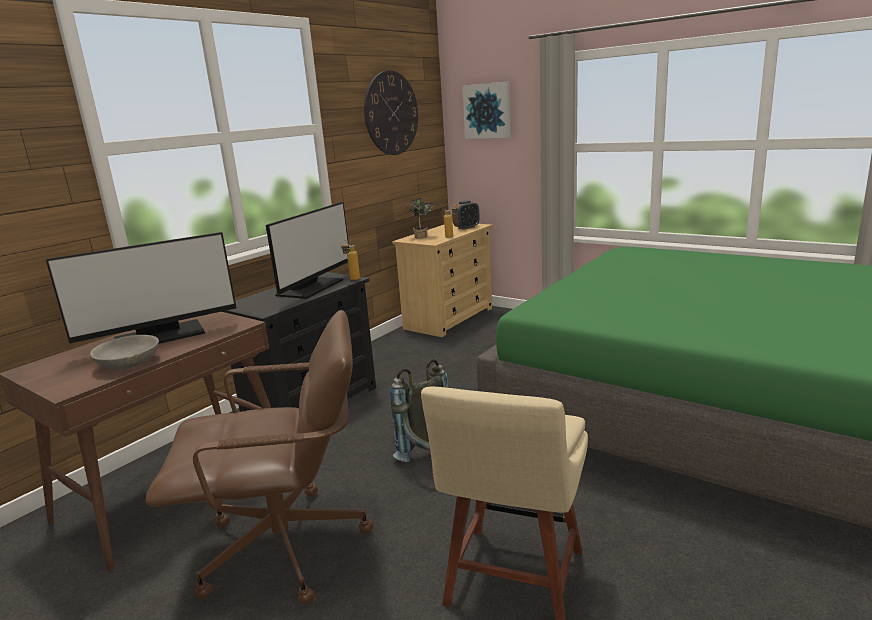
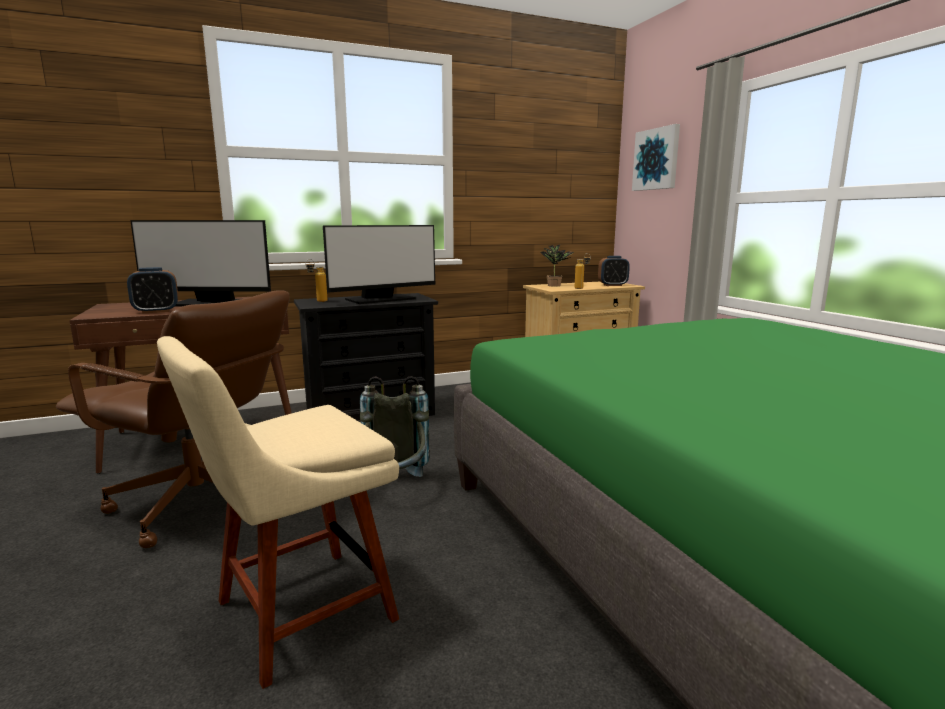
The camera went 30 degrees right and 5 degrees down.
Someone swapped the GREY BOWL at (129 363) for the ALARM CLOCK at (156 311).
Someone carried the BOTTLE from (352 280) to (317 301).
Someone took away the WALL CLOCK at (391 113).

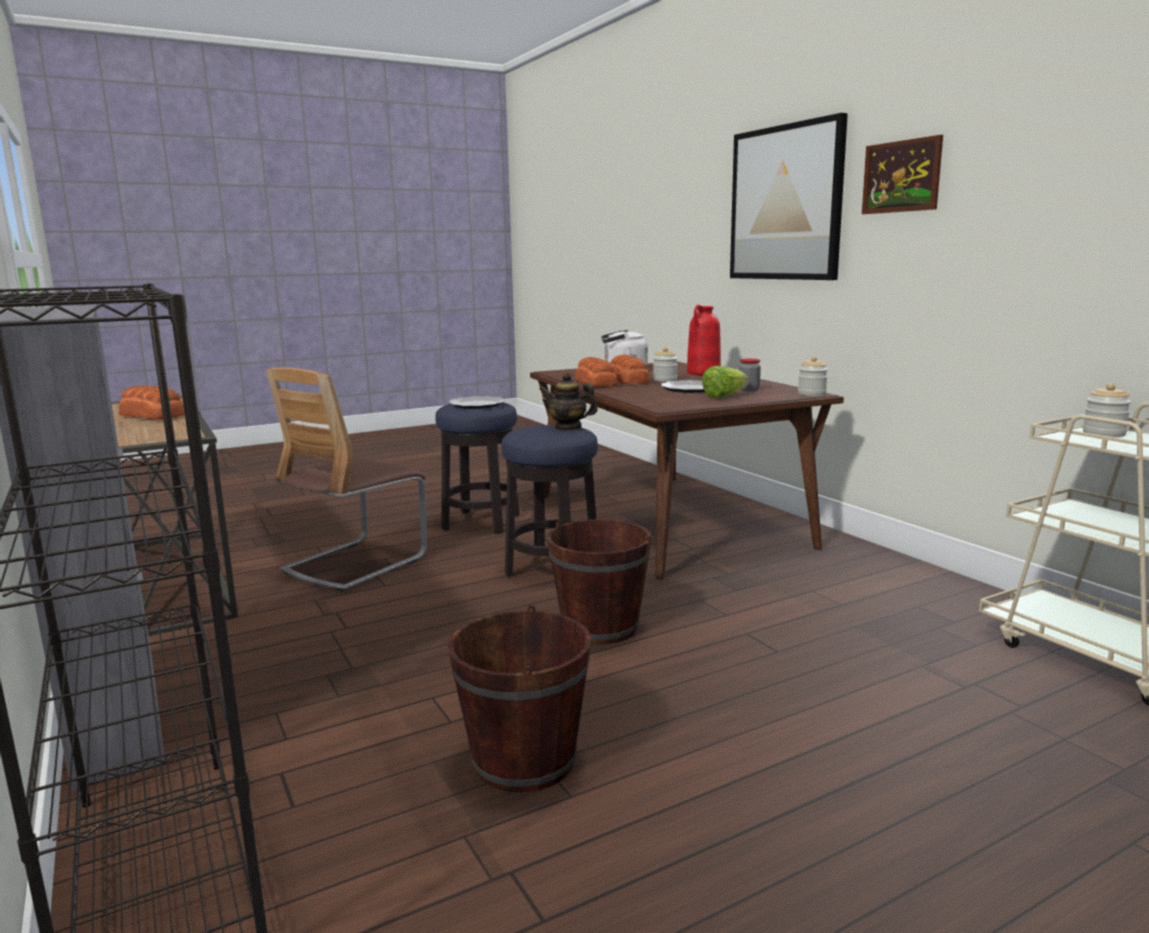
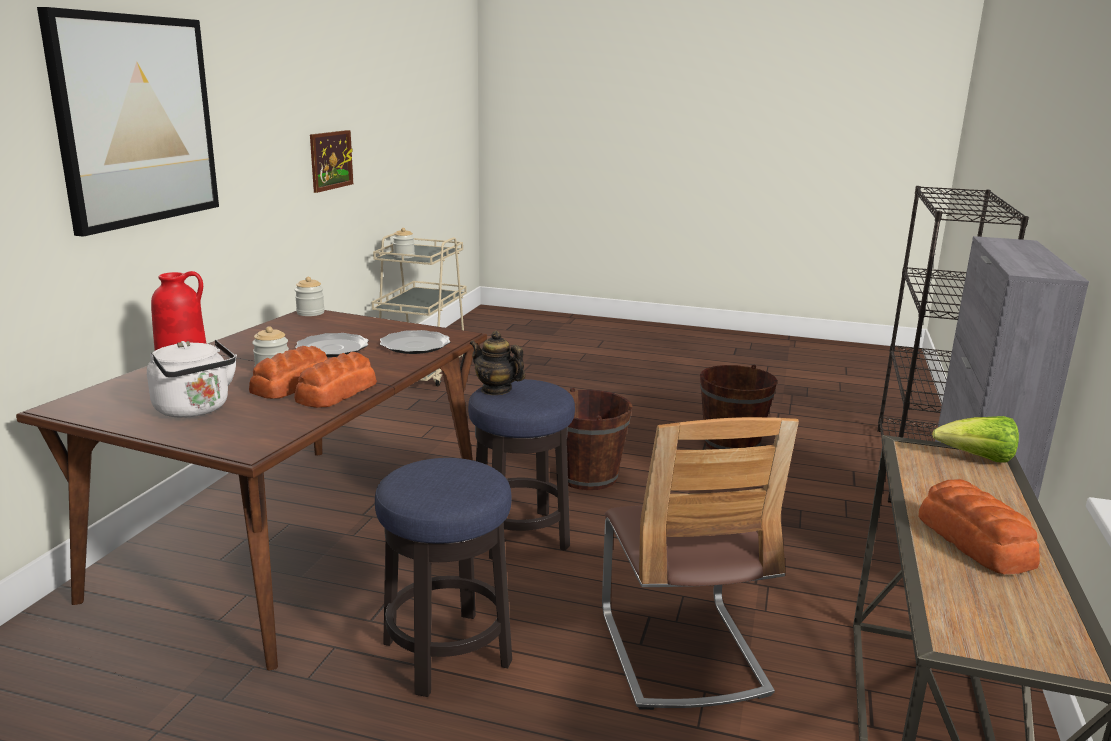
The camera went 135 degrees left and 5 degrees up.
Someone carried the PICTURE from (901 176) to (331 160).
Someone carried the PLATE from (477 405) to (414 345).
Someone rotated the TEAPOT at (568 427) by 150 degrees clockwise.
Someone rotated the CHAIR at (355 564) by 90 degrees clockwise.
Someone carried the LETTUCE from (724 396) to (977 458).
Someone took away the JAR at (748 390).

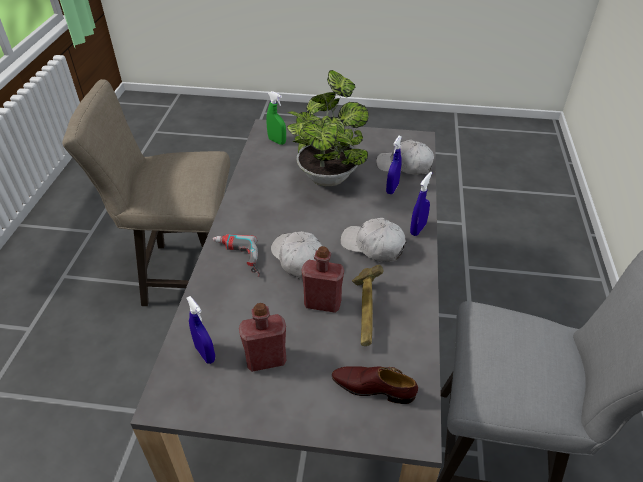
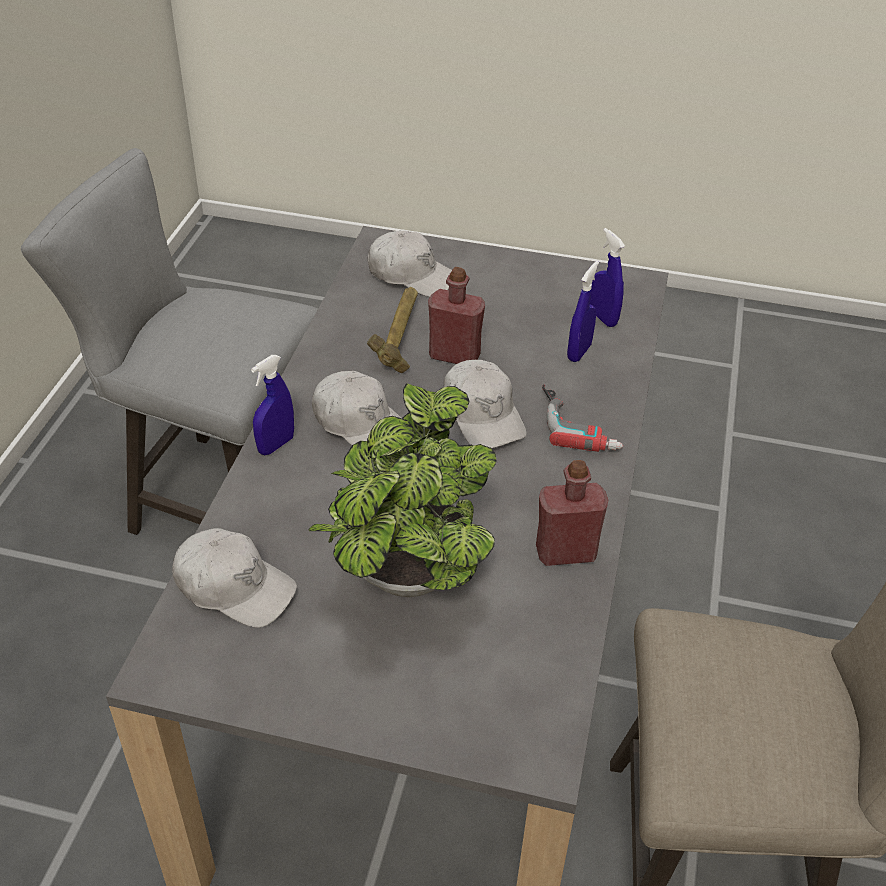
The camera went 175 degrees left and 0 degrees up.
Someone swapped the BROWN SHOE at (373 388) for the WHITE CAP at (411 275).
Someone carried the RED BOTTLE from (266 360) to (565 552).
Someone carried the BLUE SPRAY BOTTLE from (392 188) to (579 352).
Someone took away the GREEN SPRAY BOTTLE at (277 141).

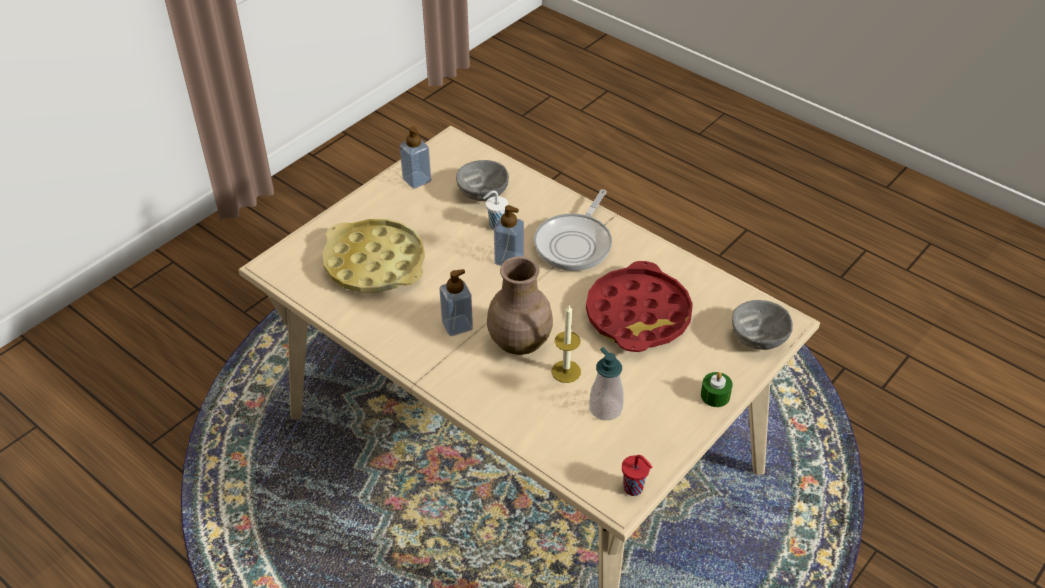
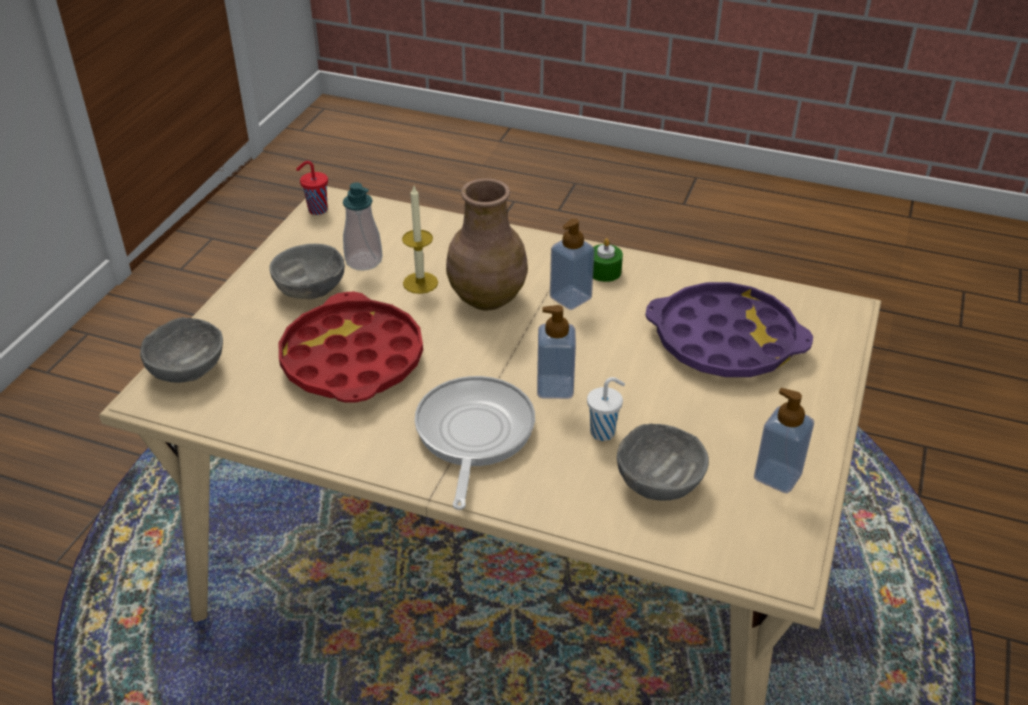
The camera went 160 degrees right and 5 degrees down.
Someone put down the GREY BOWL at (310 289).
Someone carried the GREEN CANDLE from (715 395) to (604 271).
Someone repainted the YELLOW TRAY at (374 263), which became the PURPLE TRAY at (725 340).

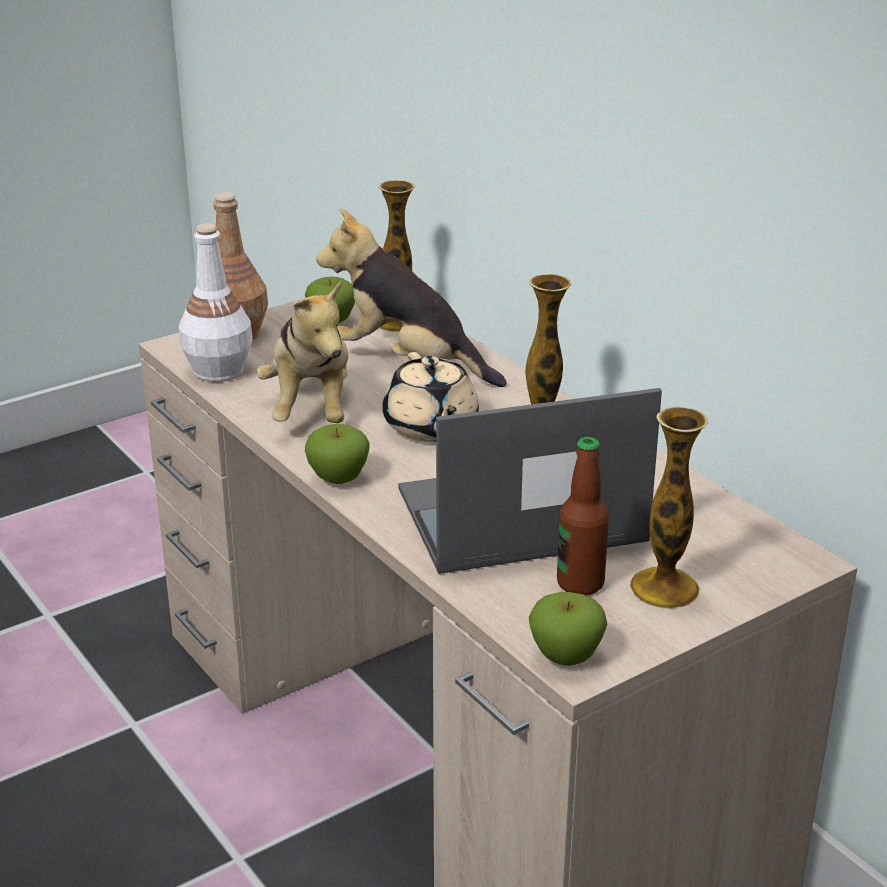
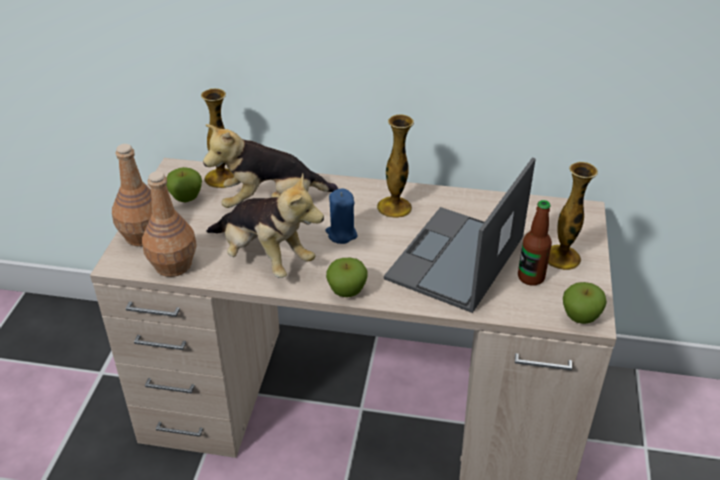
The camera went 45 degrees left and 10 degrees up.
Someone repainted the WHITE BOTTLE at (217 371), which became the BROWN BOTTLE at (173 265).
Someone swapped the BEIGE TEAPOT at (430 427) for the BLUE CANDLE at (341 234).

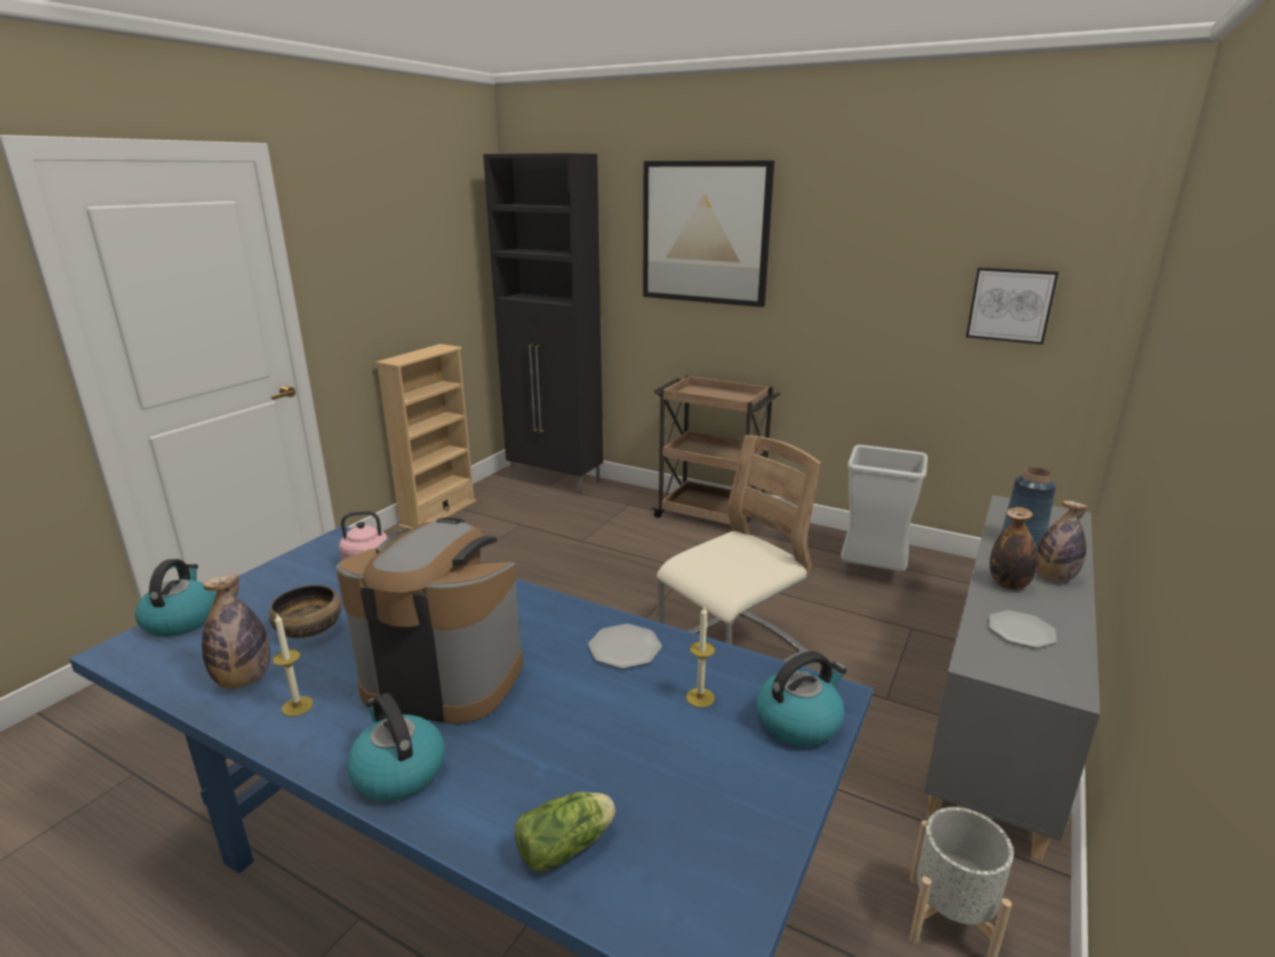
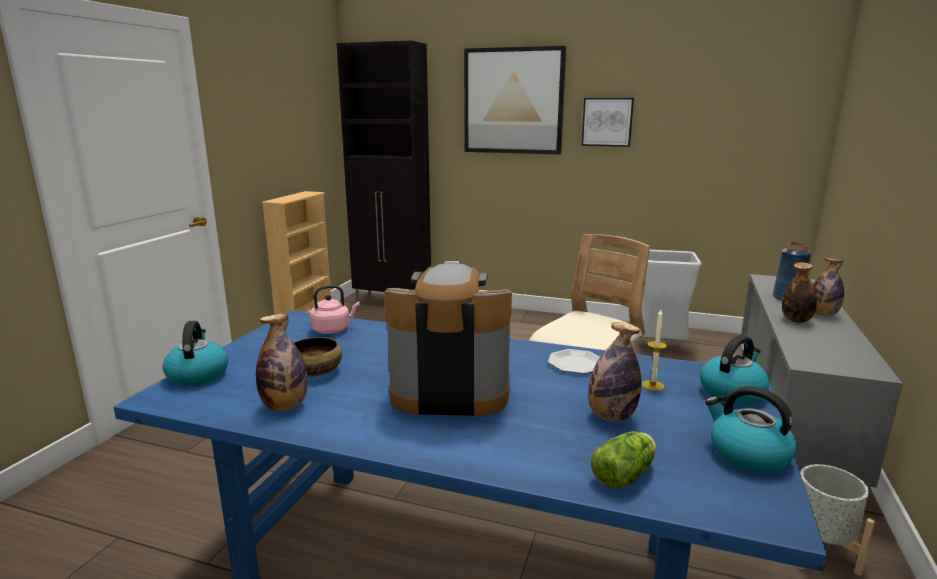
The camera went 10 degrees left and 5 degrees down.
Someone carried the PICTURE from (1010 305) to (607 122).
Someone put down the BOTTLE at (611 416).
Someone carried the KETTLE from (398 771) to (747 454).
Someone took away the CANDLE at (297 706).
Someone took away the BROWN CART at (711 516).
Someone took away the PLATE at (1021 631).

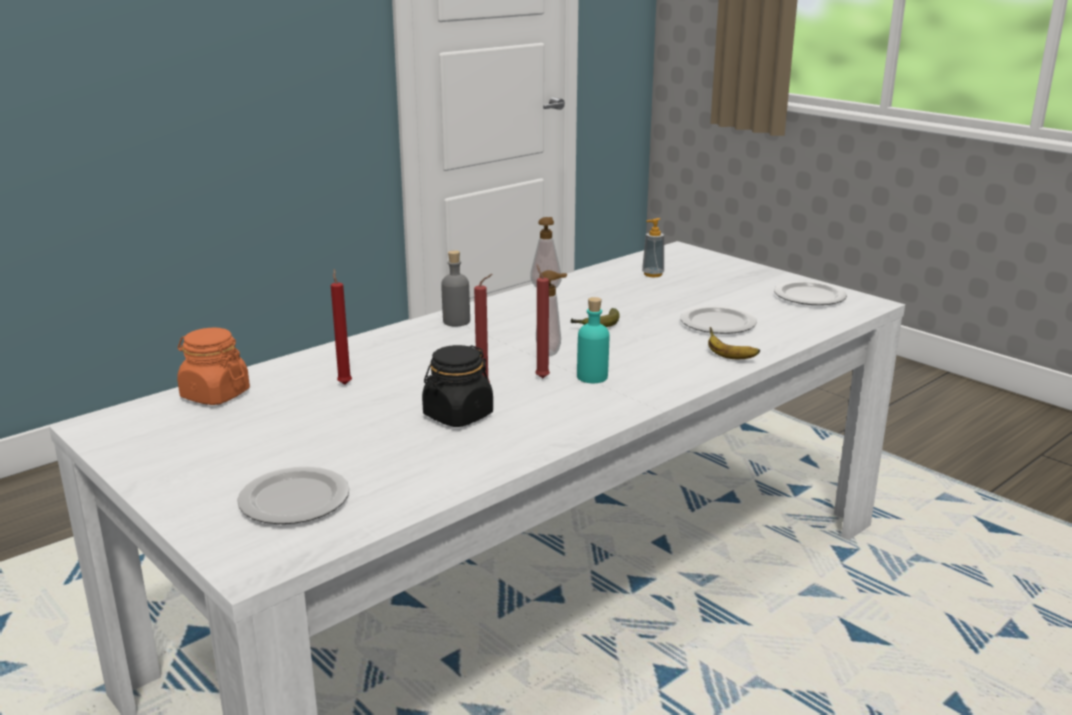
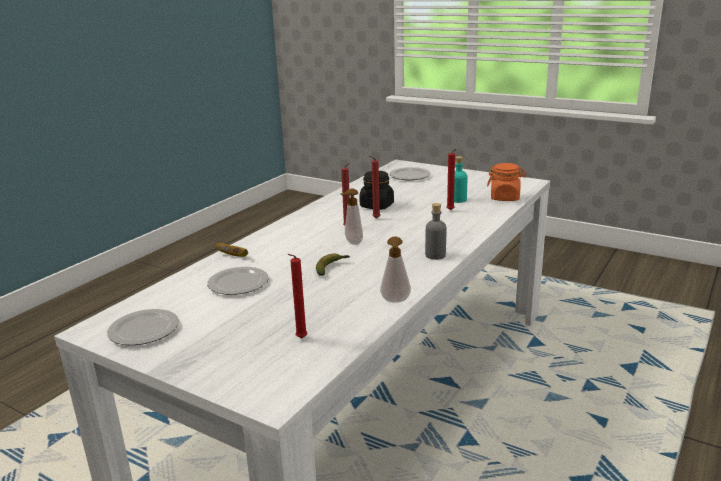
The camera went 165 degrees right and 0 degrees up.
Someone swapped the SOAP DISPENSER at (652 274) for the RED CANDLE at (300 339).
Someone carried the TURQUOISE BOTTLE from (592 377) to (458 200).

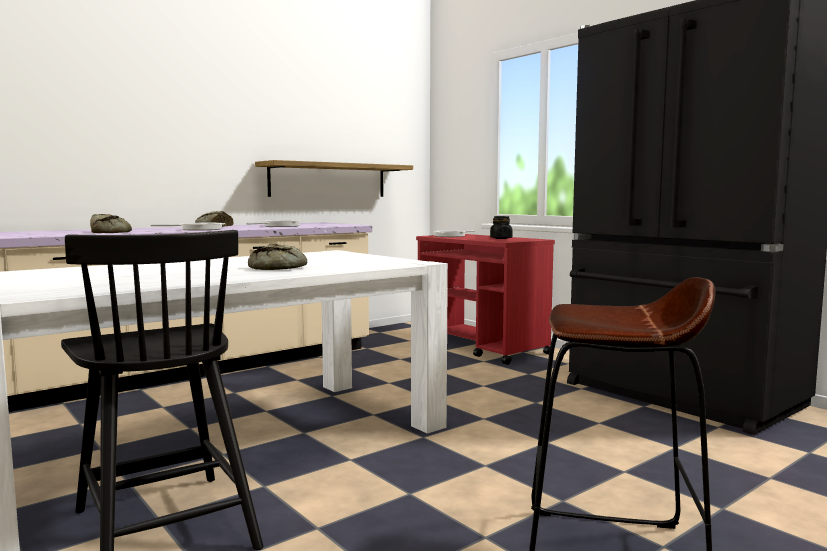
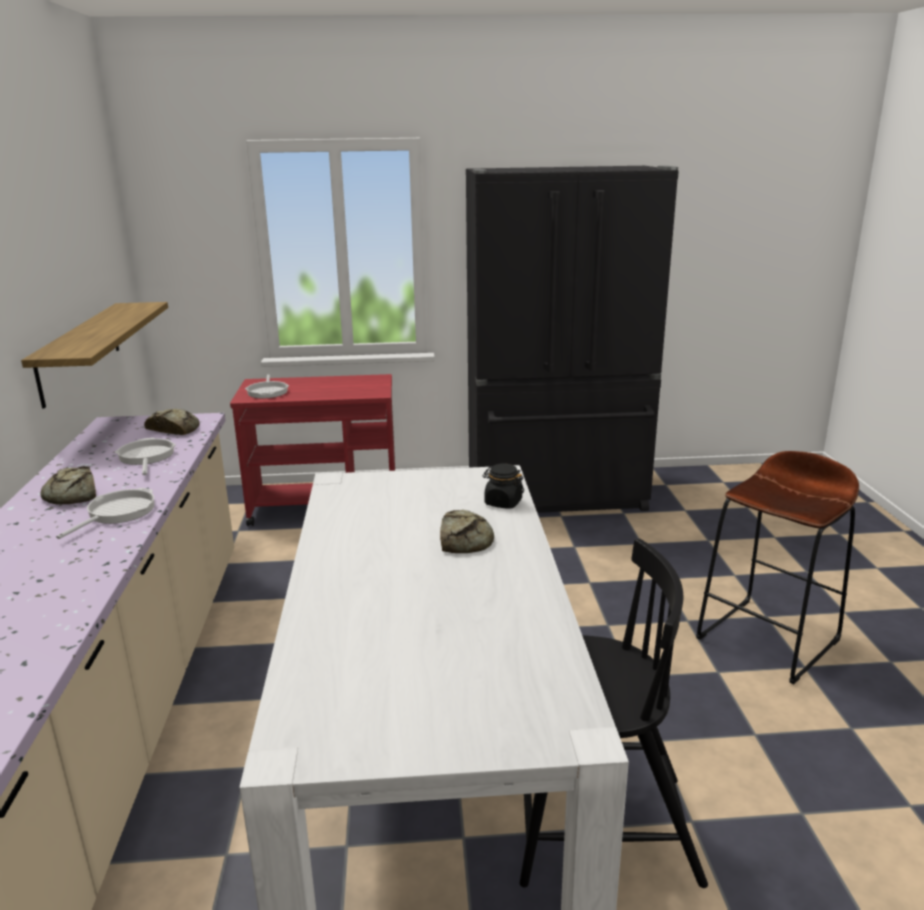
The camera went 55 degrees left and 15 degrees up.
Someone carried the BREAD from (110 232) to (174 429).
Someone carried the BLACK JAR from (501 238) to (503 502).

